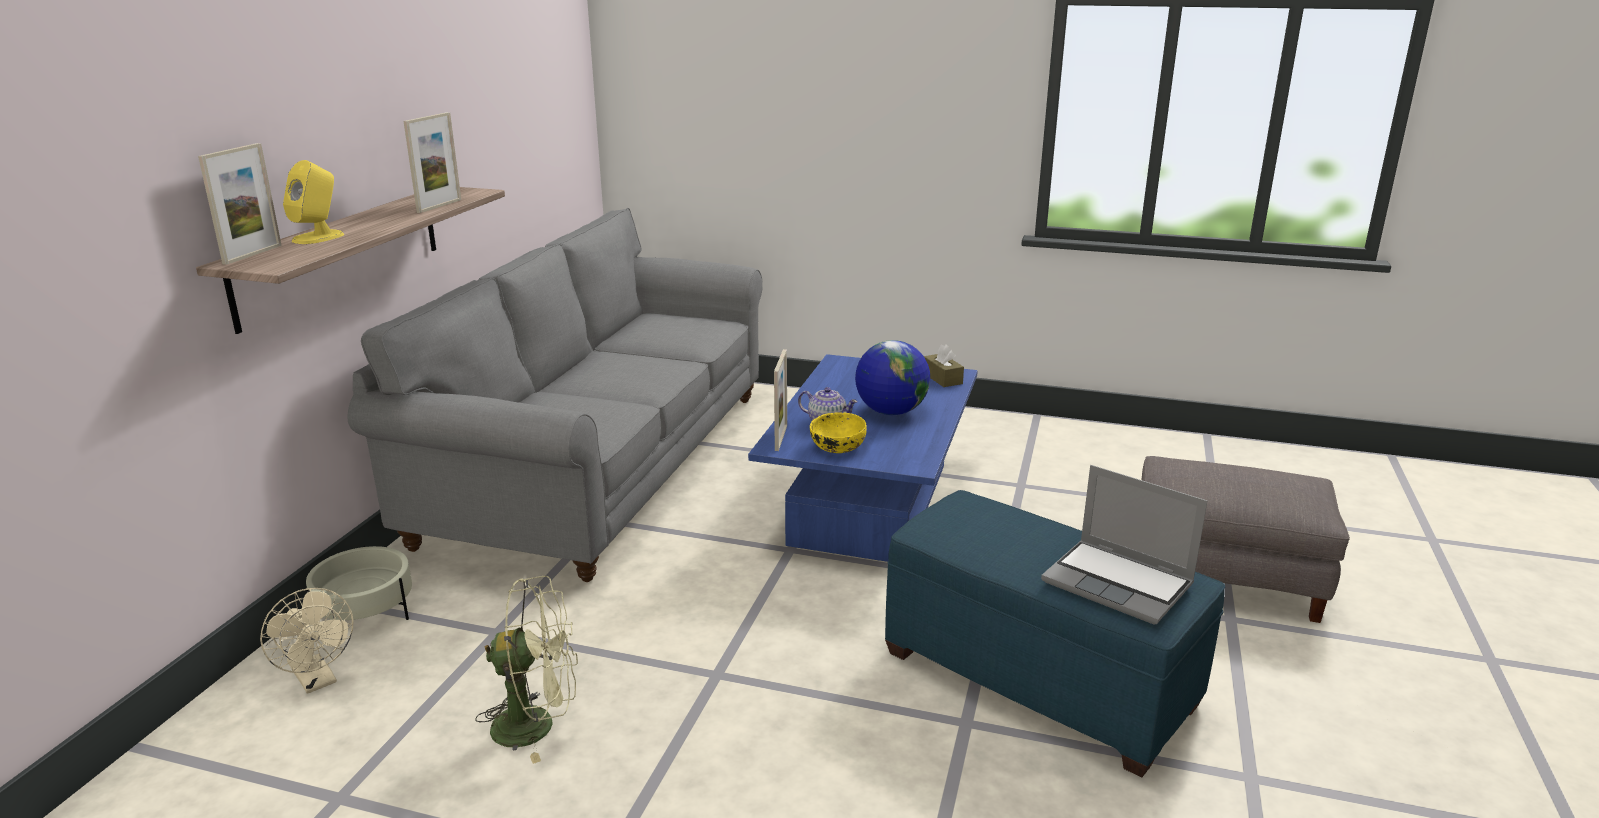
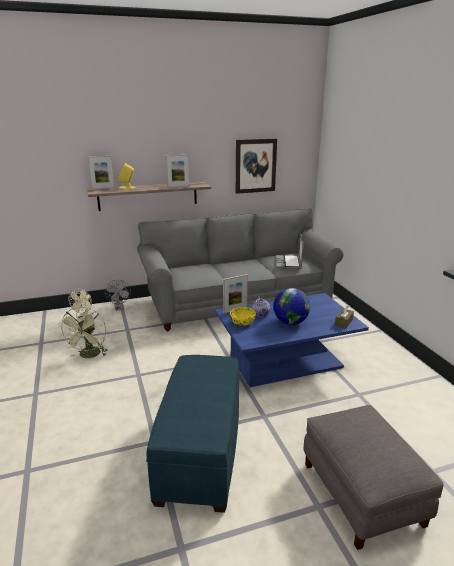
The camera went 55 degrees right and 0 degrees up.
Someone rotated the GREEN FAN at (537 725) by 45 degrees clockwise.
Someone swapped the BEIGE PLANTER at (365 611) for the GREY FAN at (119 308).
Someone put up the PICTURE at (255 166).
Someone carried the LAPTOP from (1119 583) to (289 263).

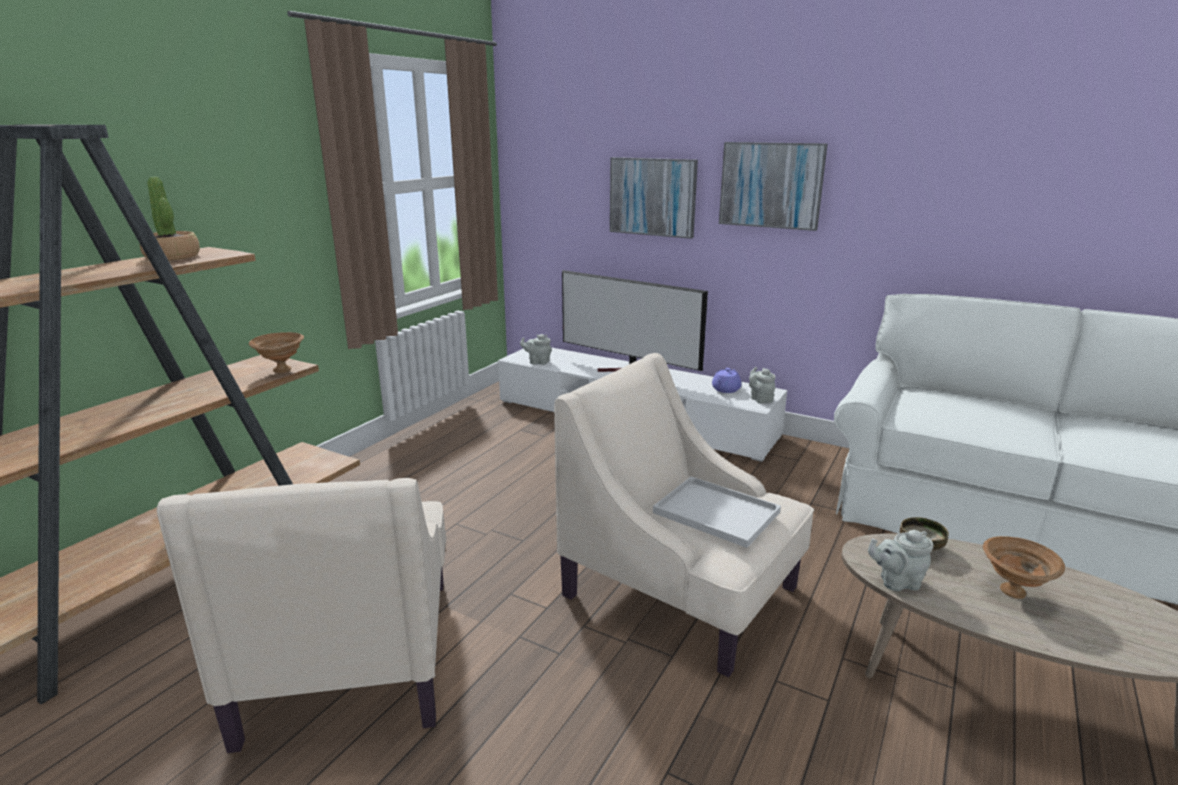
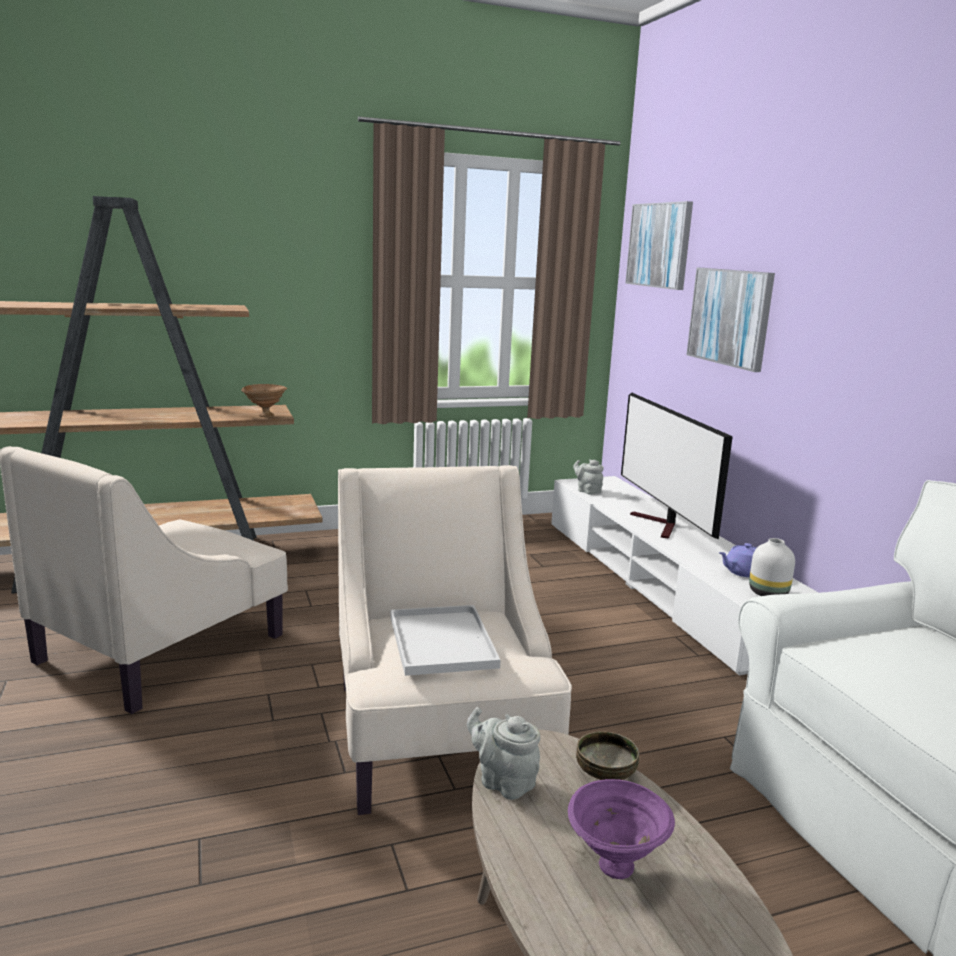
The camera went 40 degrees right and 5 degrees down.
Someone repainted the BROWN BOWL at (1014 593), which became the PURPLE BOWL at (615 868).
Someone carried the PICTURE from (771 185) to (659 245).
Someone swapped the GREY TEAPOT at (760 399) for the WHITE VASE at (768 594).
Someone took away the POTTED PLANT at (172 257).

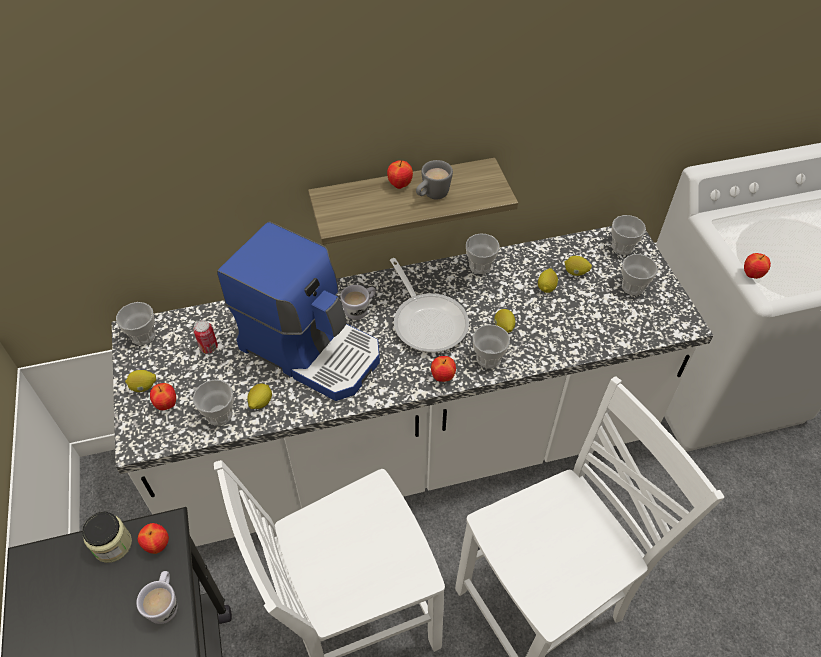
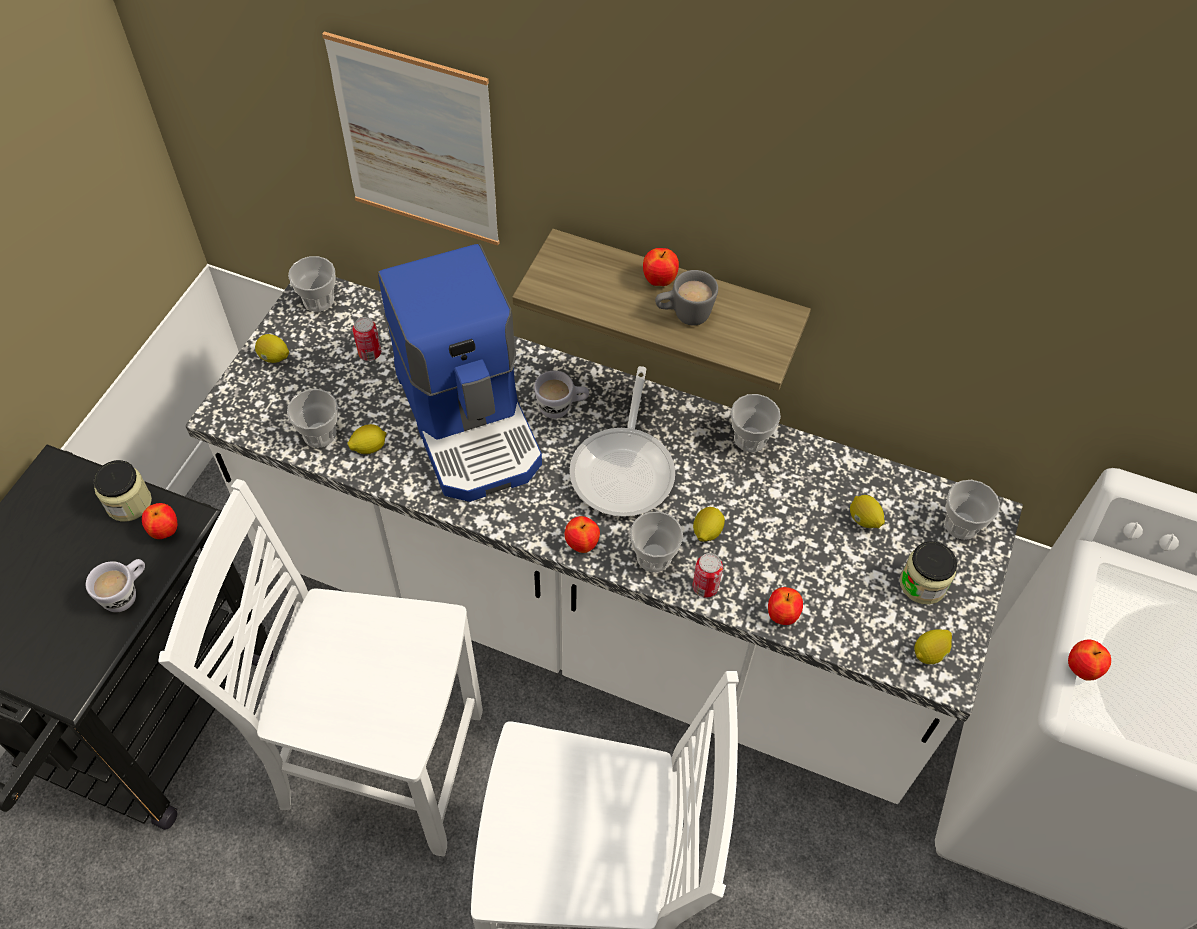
The camera went 35 degrees right and 5 degrees up.
Someone put up the PICTURE at (417 143).
Someone put down the CAN at (705 587).
Someone carried the APPLE from (167 405) to (782 615).
Someone swapped the CUP at (633 286) for the JAR at (922 584).
Someone carried the LEMON from (546 287) to (929 653).

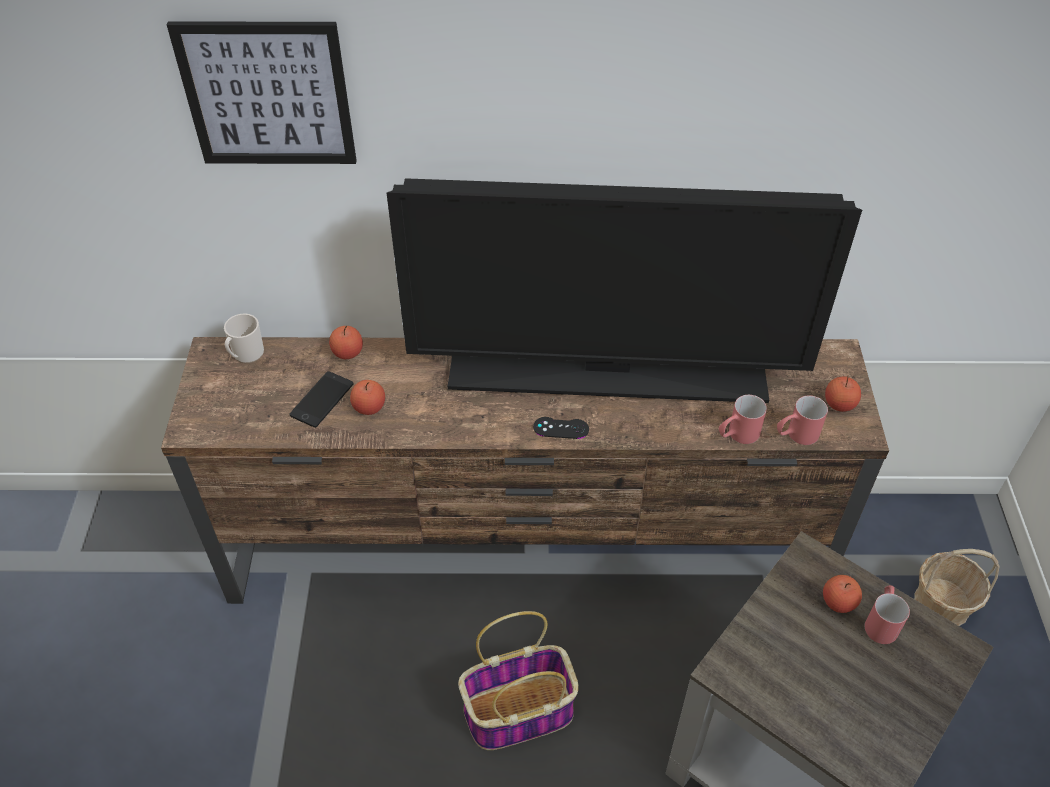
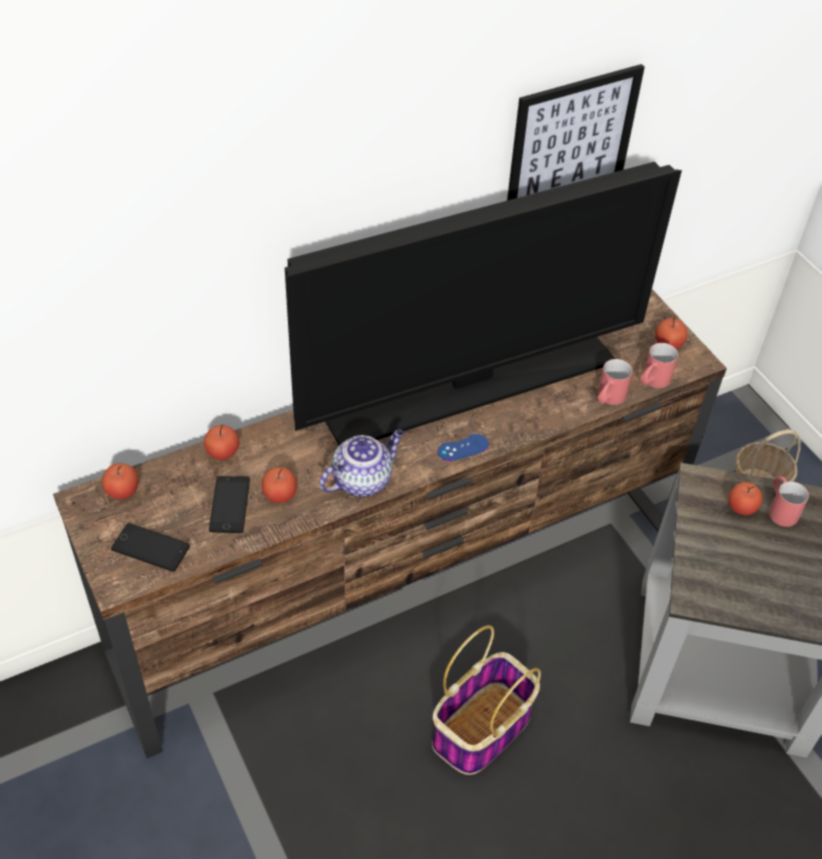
The camera went 30 degrees left and 0 degrees up.
Someone swapped the MUG at (246 355) for the APPLE at (122 491).
Someone put down the PHONE at (150 548).
Someone put down the TEAPOT at (362 479).
Someone repainted the BLACK GAME CONTROLLER at (561 428), which became the BLUE GAME CONTROLLER at (463 448).
Someone carried the PICTURE from (267 94) to (571 141).

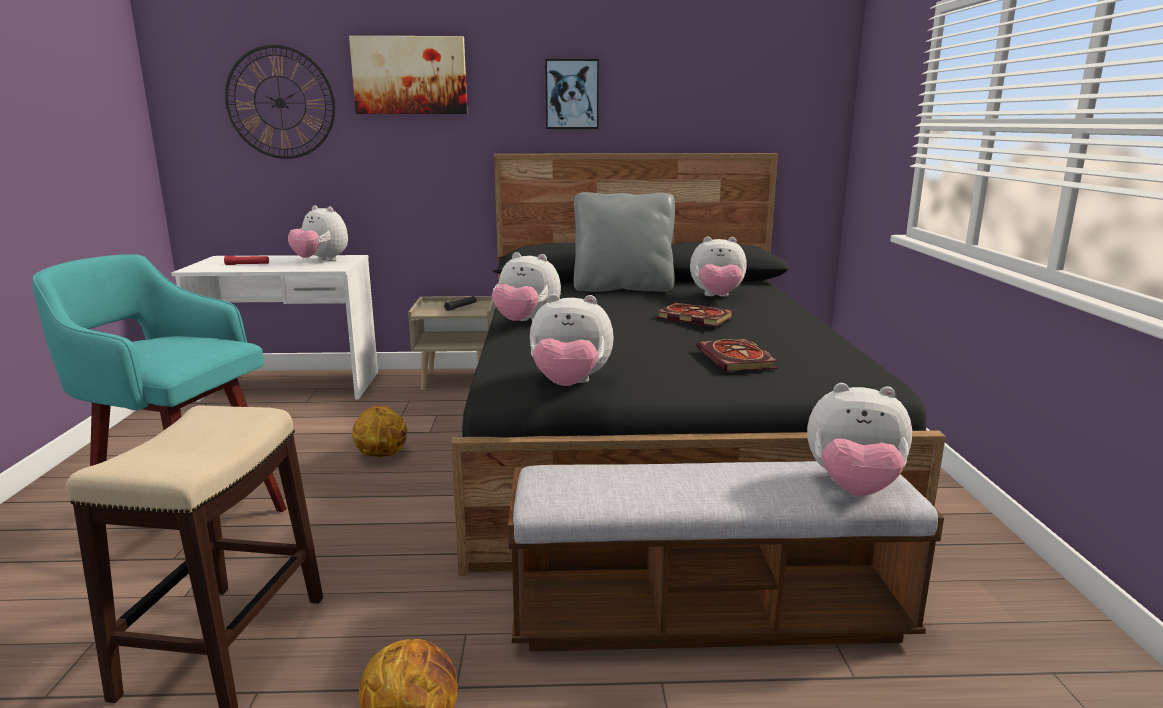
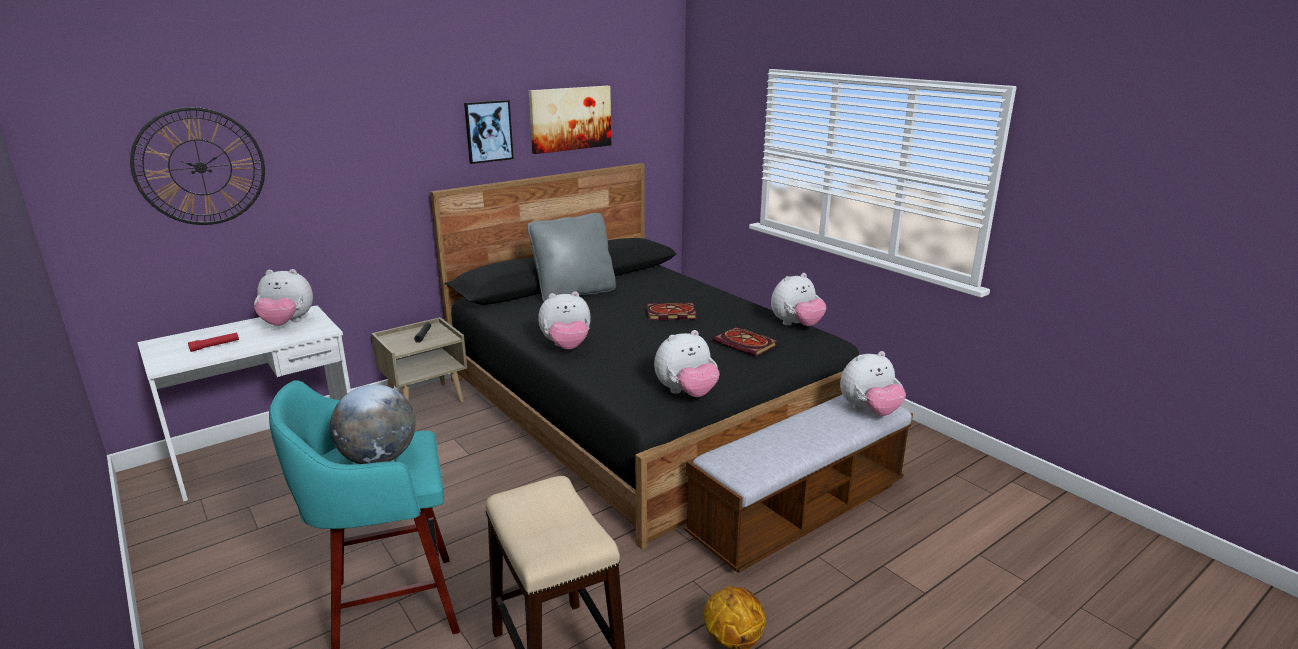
The camera went 35 degrees left and 5 degrees up.
Someone put down the GLOBE at (378 459).
Someone carried the PICTURE from (410 75) to (570 118).
Someone carried the PLUSH TOY from (717 297) to (796 325).
Someone took away the BASKETBALL at (381 455).

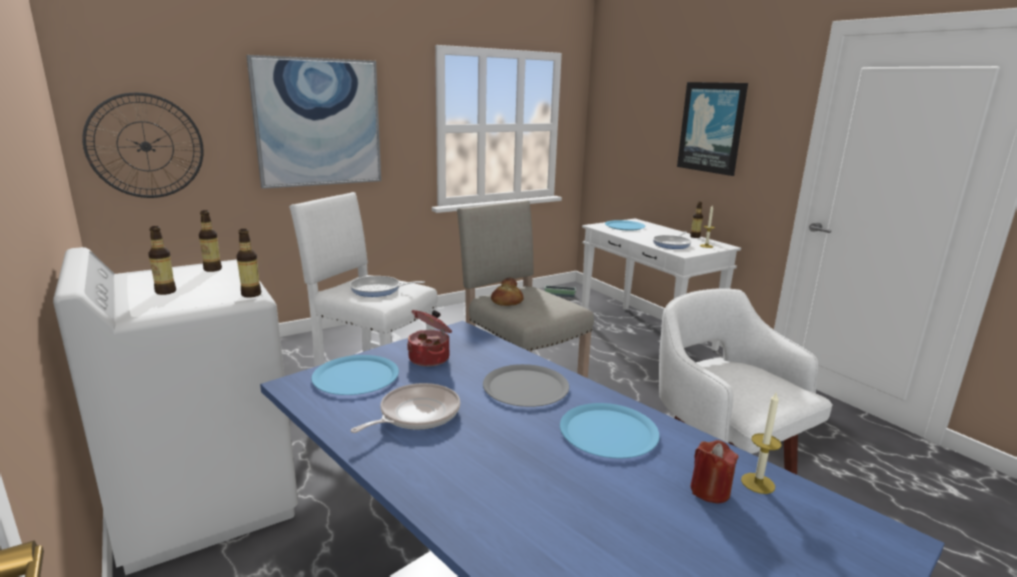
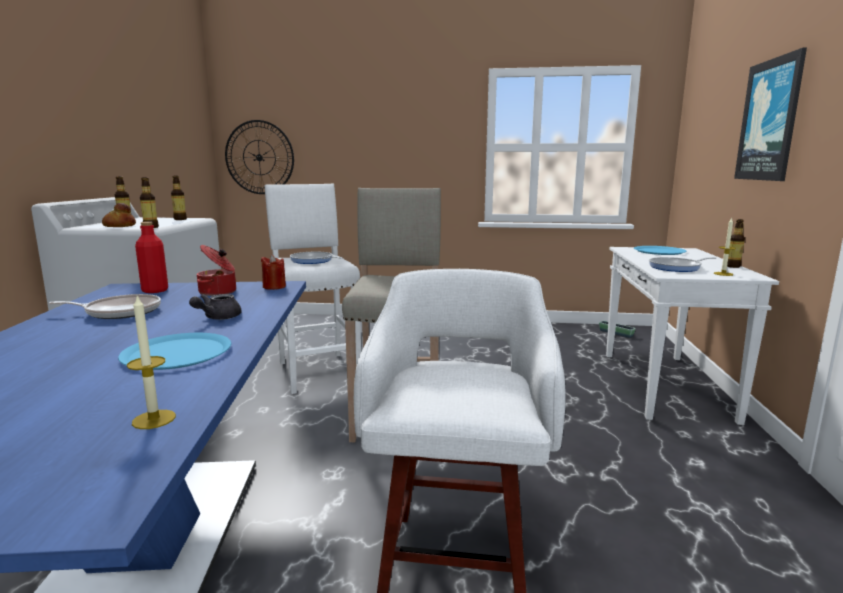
The camera went 40 degrees right and 5 degrees down.
Someone carried the BREAD from (507 302) to (119 226).
Someone swapped the BLUE PLATE at (356 377) for the RED BOTTLE at (155 290).
Someone swapped the GREY PLATE at (525 387) for the GREY TEAPOT at (218 318).
Someone carried the RED CANDLE from (710 491) to (274 287).
Someone took away the PICTURE at (318 123).

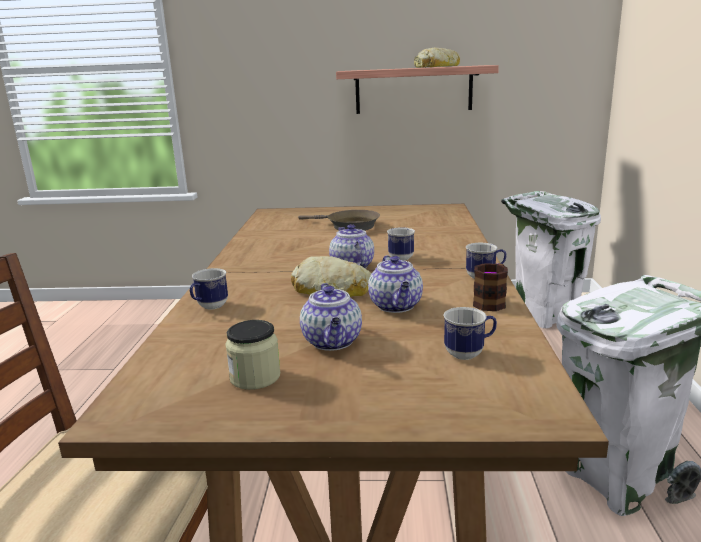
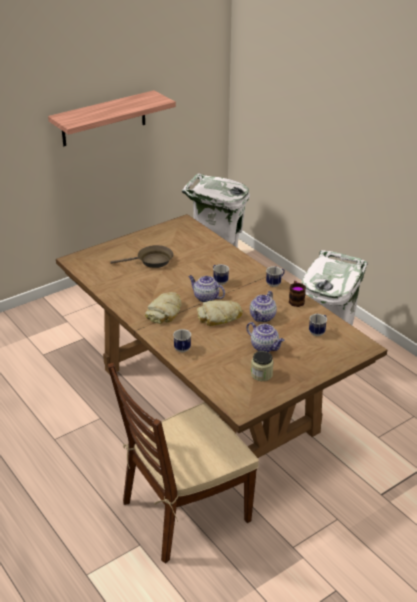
The camera went 40 degrees left and 15 degrees up.
Someone carried the BREAD from (437 67) to (165 312).
Someone rotated the TEAPOT at (396 306) by 75 degrees clockwise.

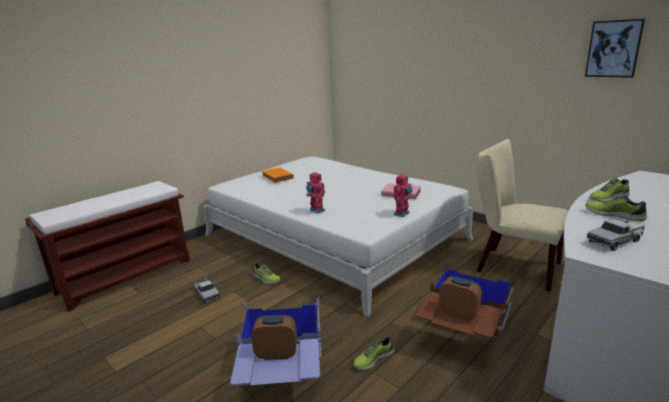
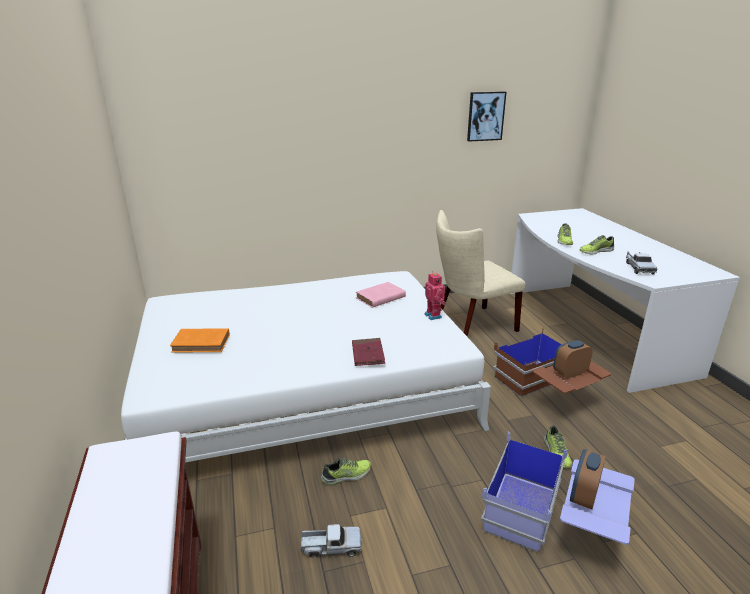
The camera went 60 degrees left and 5 degrees up.
Someone swapped the TOY ROBOT at (316 210) for the RED BOOK at (368 354).

